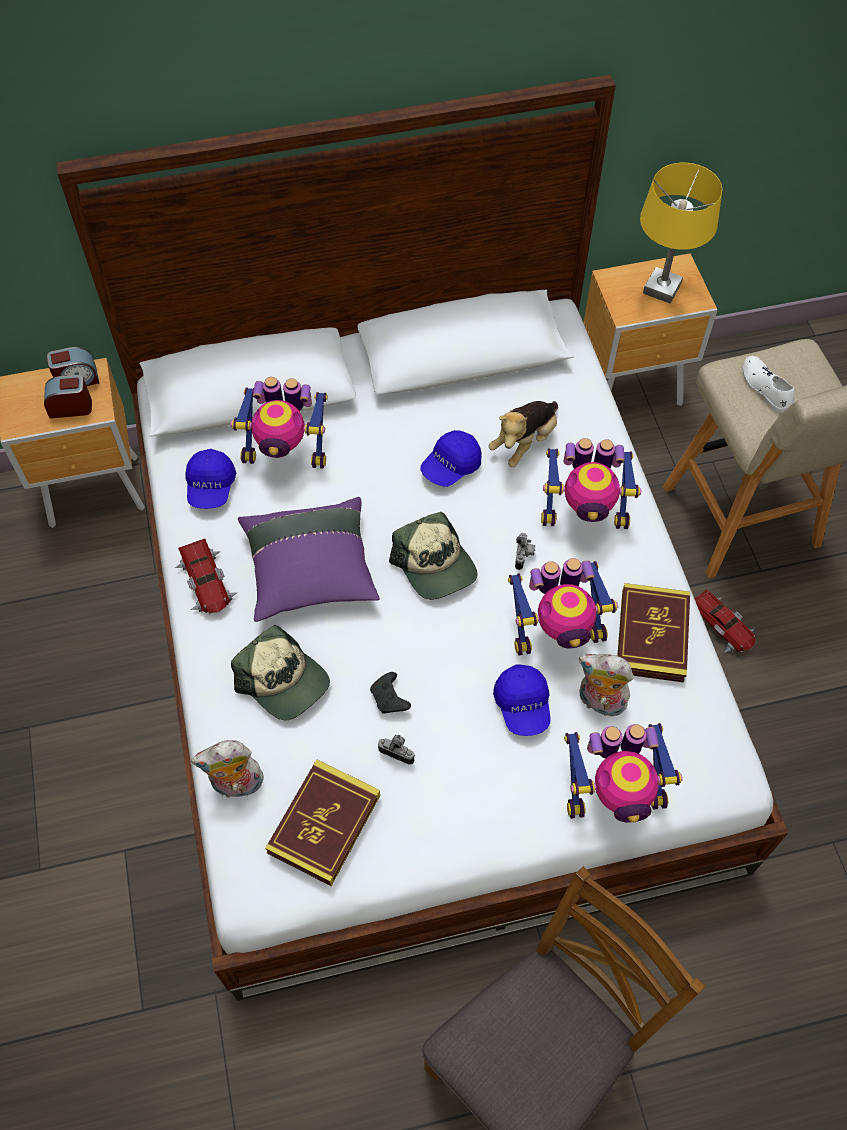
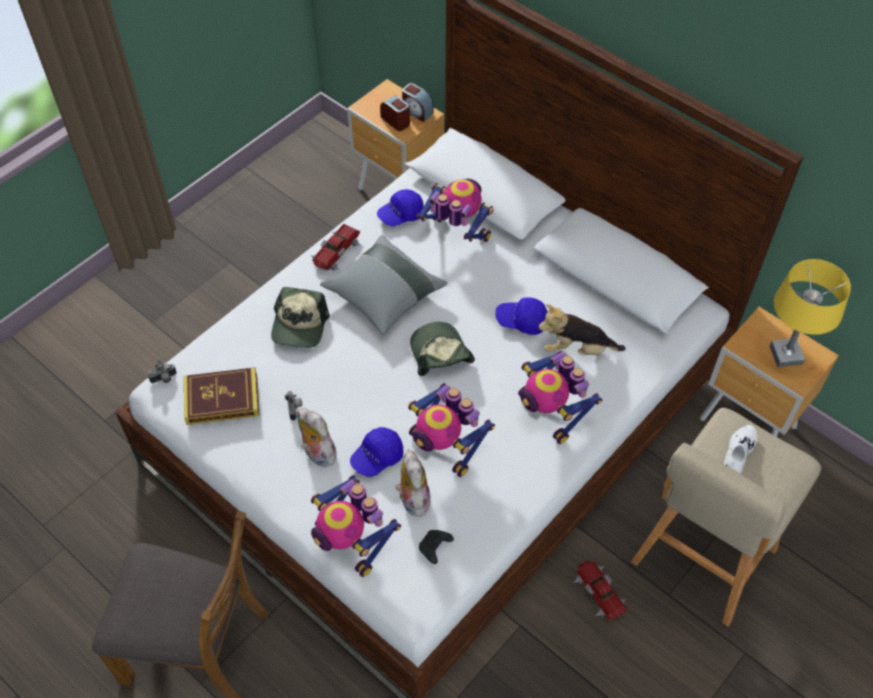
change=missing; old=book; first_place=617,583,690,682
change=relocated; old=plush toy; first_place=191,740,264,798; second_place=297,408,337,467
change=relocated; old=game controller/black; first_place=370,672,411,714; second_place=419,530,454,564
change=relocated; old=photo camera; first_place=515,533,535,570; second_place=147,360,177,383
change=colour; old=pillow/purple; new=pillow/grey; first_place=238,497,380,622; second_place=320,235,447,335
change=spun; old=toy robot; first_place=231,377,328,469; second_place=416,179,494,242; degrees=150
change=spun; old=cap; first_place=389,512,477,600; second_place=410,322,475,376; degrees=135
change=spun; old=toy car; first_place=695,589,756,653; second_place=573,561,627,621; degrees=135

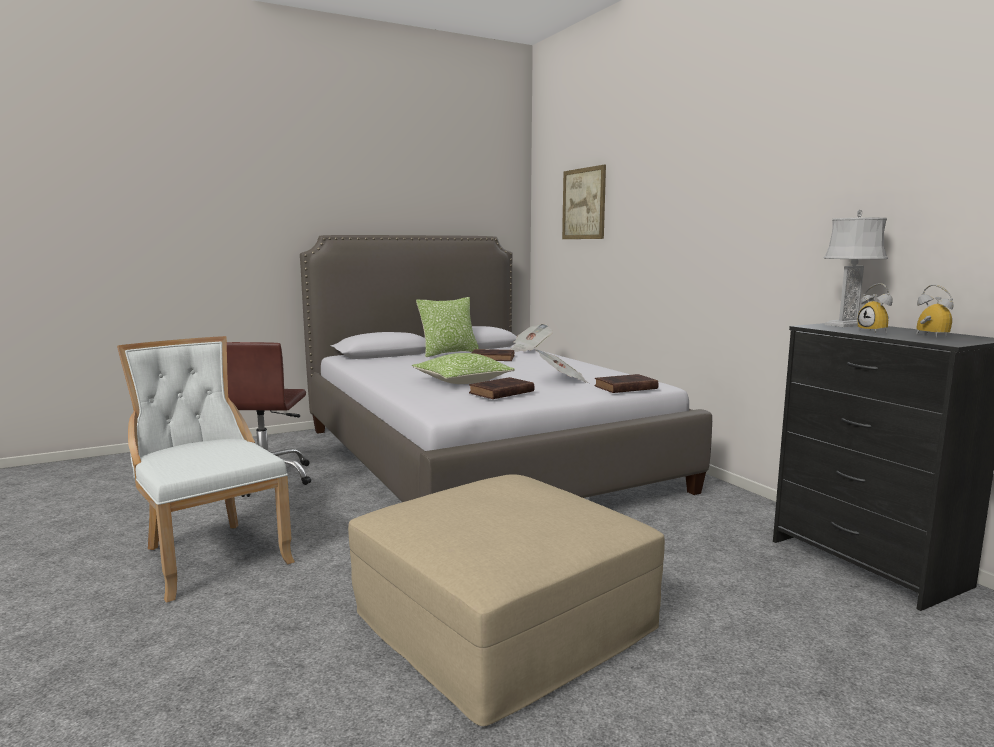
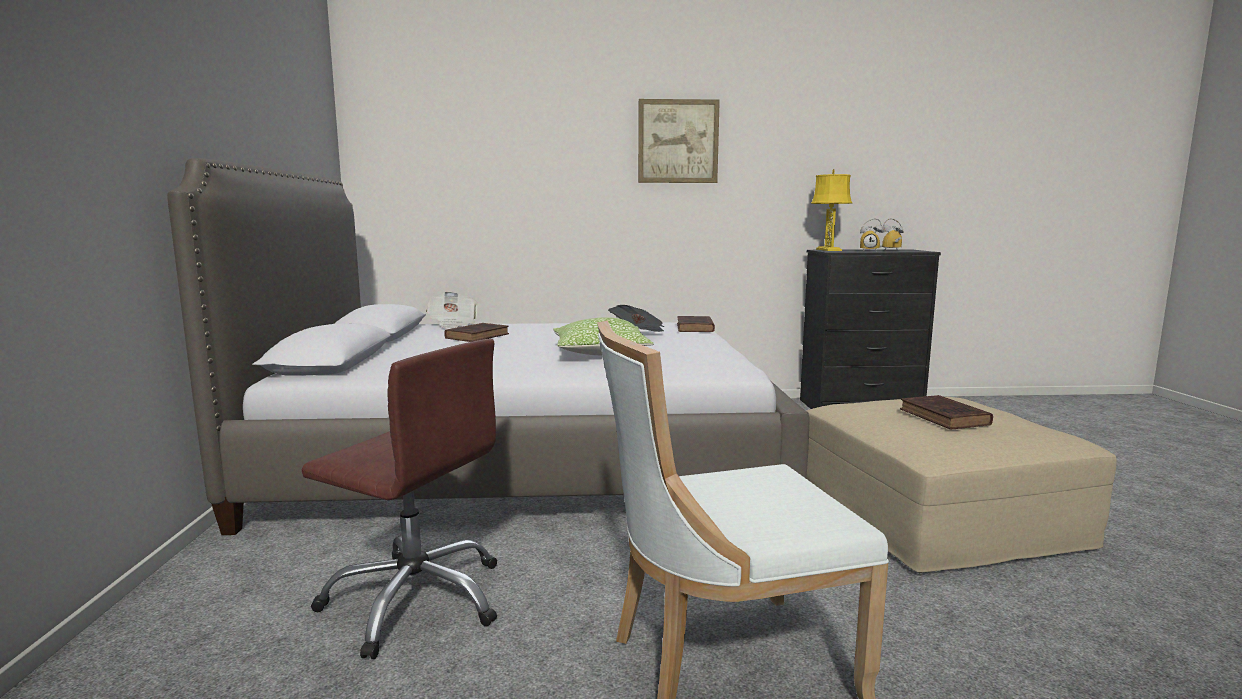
change=missing; old=pillow; first_place=416,297,479,357
change=relocated; old=book/brown; first_place=469,377,534,399; second_place=900,395,993,429
change=relocated; old=picture; first_place=562,165,606,239; second_place=638,99,720,183
change=colour; old=table lamp/grey; new=table lamp/yellow; first_place=824,210,888,327; second_place=811,169,852,251

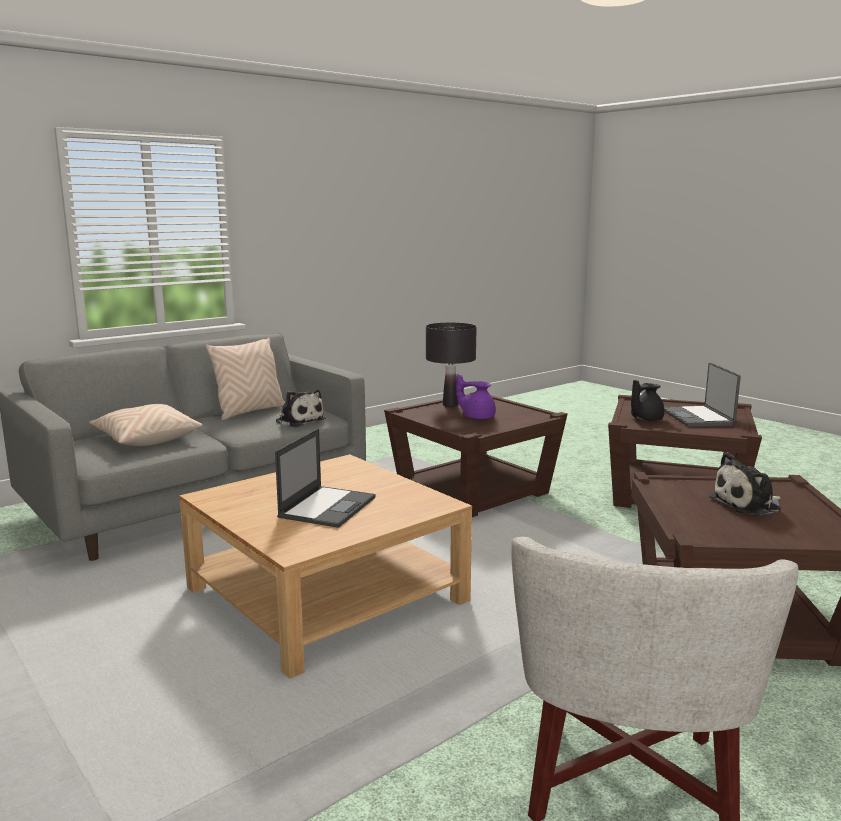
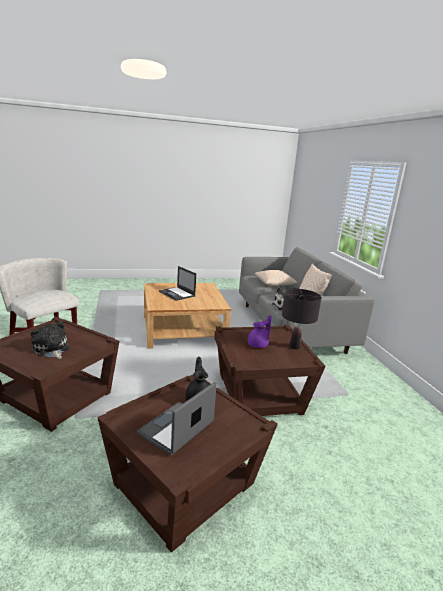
change=spun; old=laptop; first_place=664,363,741,427; second_place=137,382,217,456; degrees=-75
change=spun; old=plush toy; first_place=709,452,781,515; second_place=31,322,69,359; degrees=-45

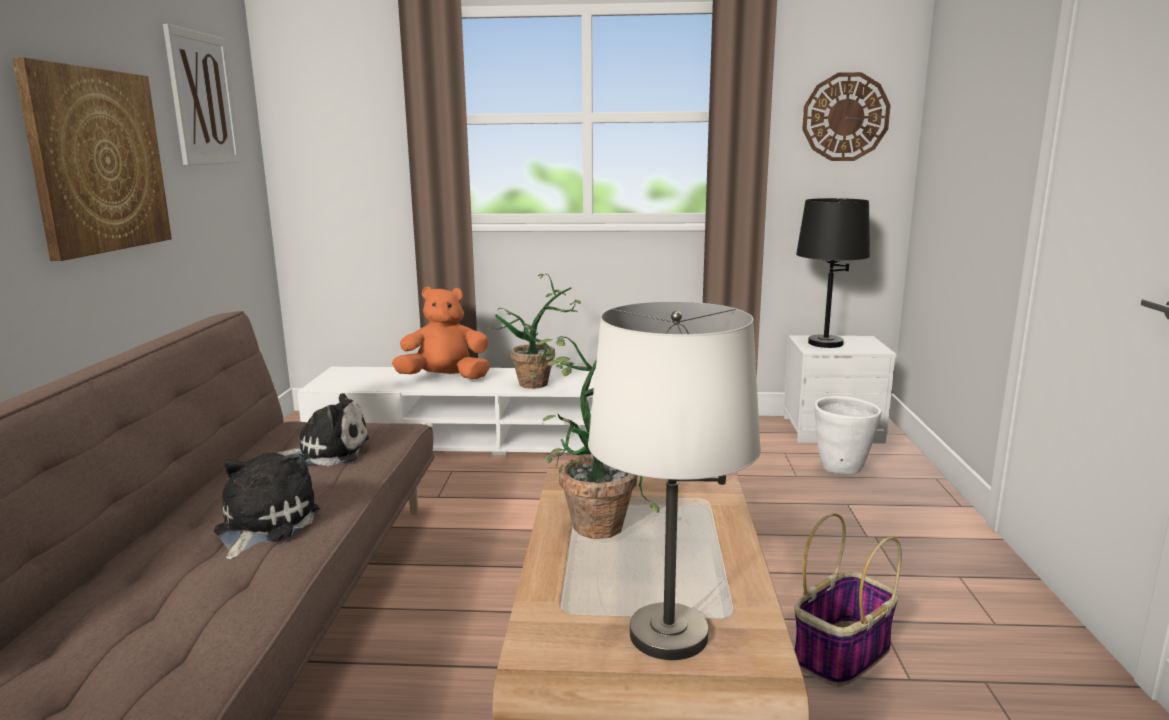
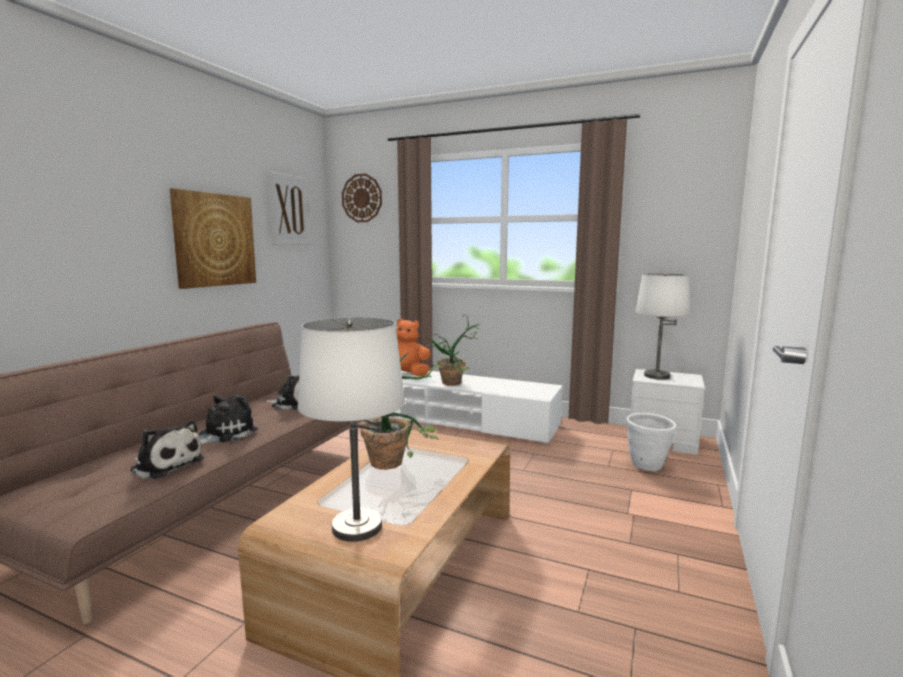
change=missing; old=basket; first_place=794,513,902,687
change=appeared; new=plush toy; second_place=130,420,204,479
change=relocated; old=wall clock; first_place=802,72,891,161; second_place=342,174,382,222
change=colour; old=table lamp/black; new=table lamp/white; first_place=796,198,870,348; second_place=635,273,690,379

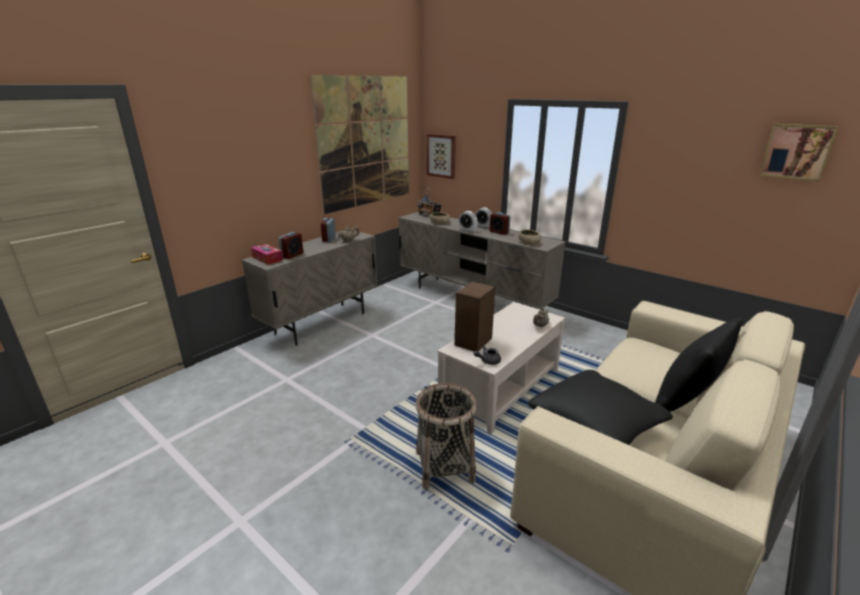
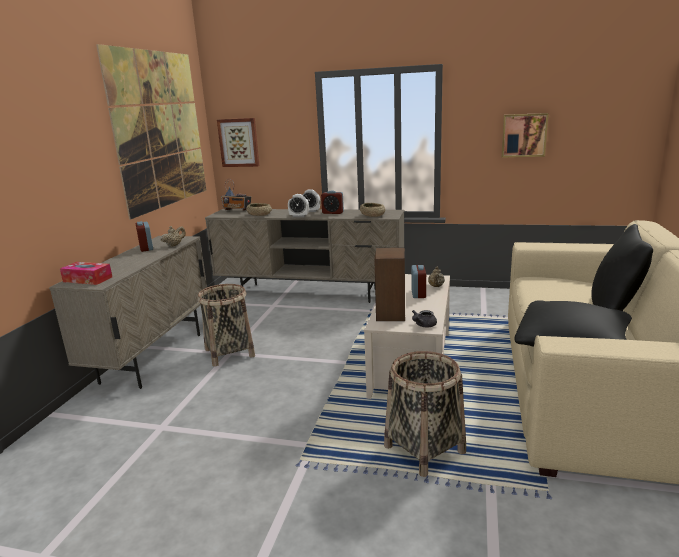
change=appeared; new=basket; second_place=197,284,255,366
change=relocated; old=alarm clock; first_place=279,232,303,259; second_place=411,265,426,298
change=relocated; old=picture; first_place=759,124,839,182; second_place=502,113,549,157

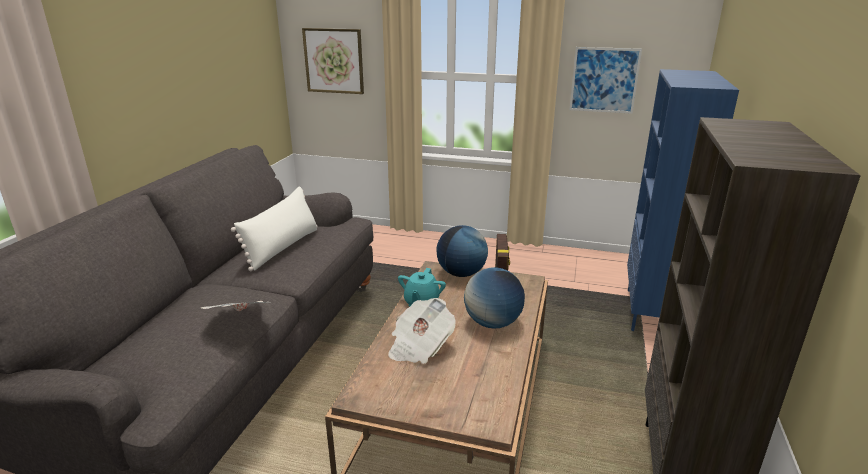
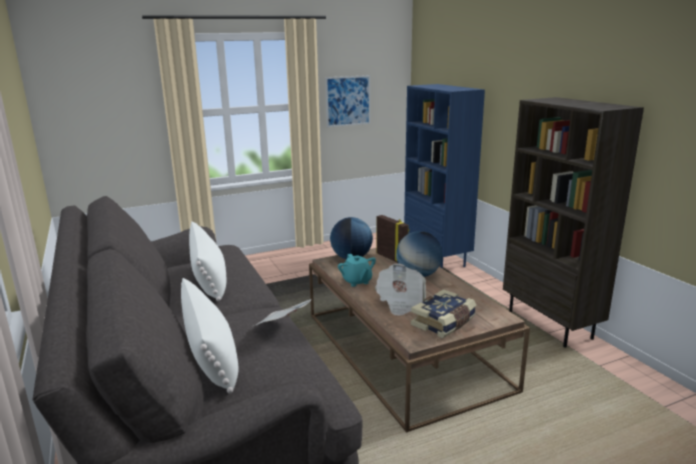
change=missing; old=picture; first_place=302,28,364,94
change=appeared; new=pillow/white; second_place=181,278,239,394
change=appeared; new=book; second_place=411,289,476,338

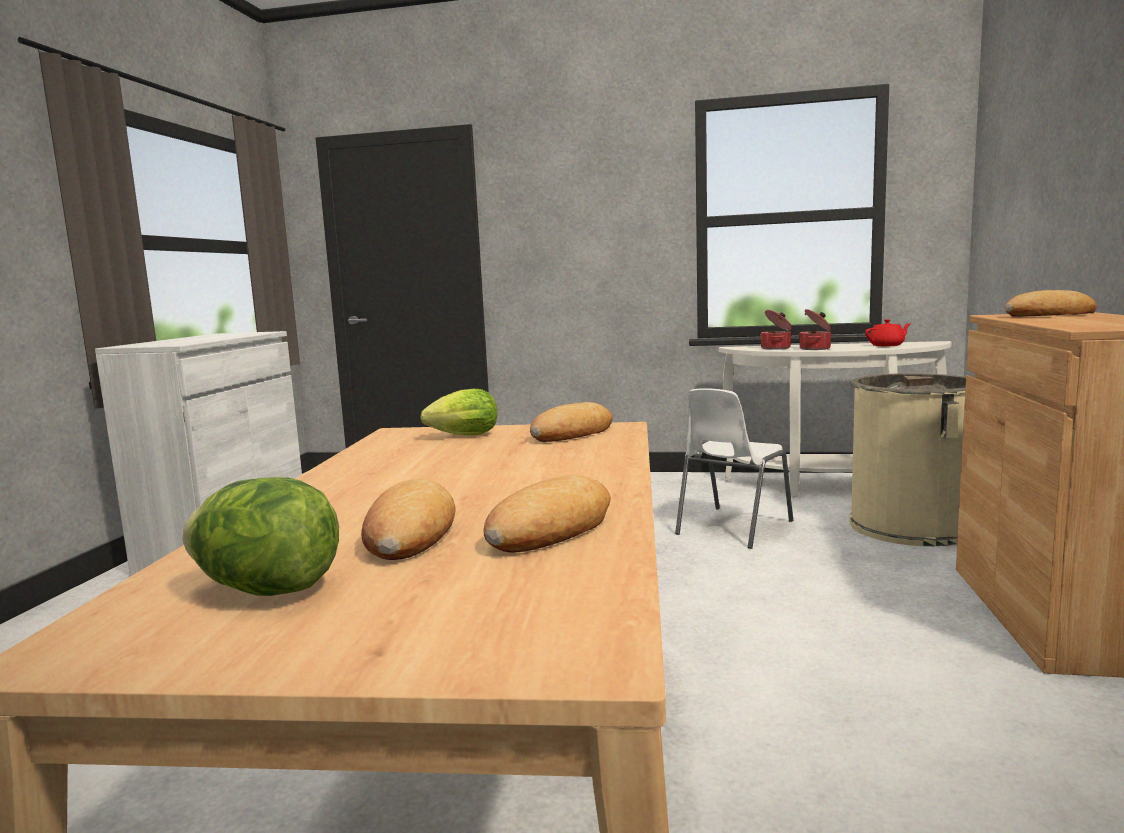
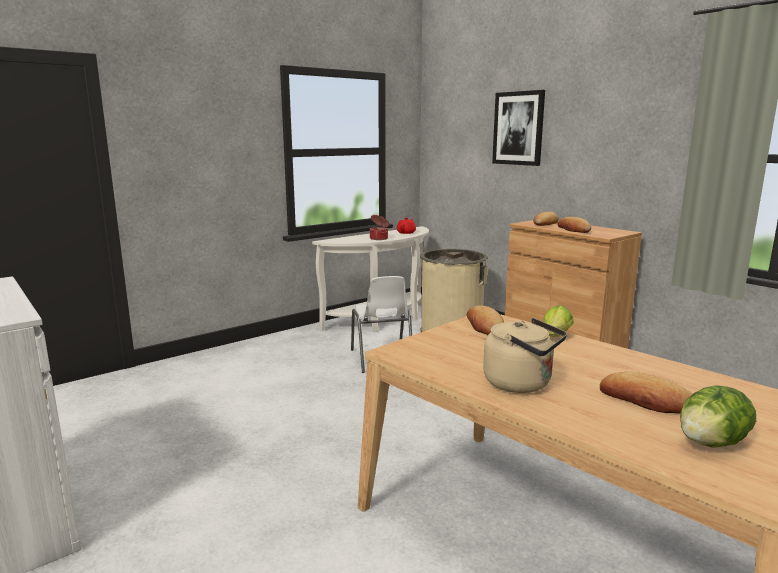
change=missing; old=cooking pot; first_place=760,310,792,350
change=appeared; new=kettle/beige; second_place=483,318,567,393
change=appeared; new=picture; second_place=492,90,545,166
change=relocated; old=lettuce; first_place=420,389,497,435; second_place=543,305,574,337
change=relocated; old=bread; first_place=484,475,611,553; second_place=558,217,591,233

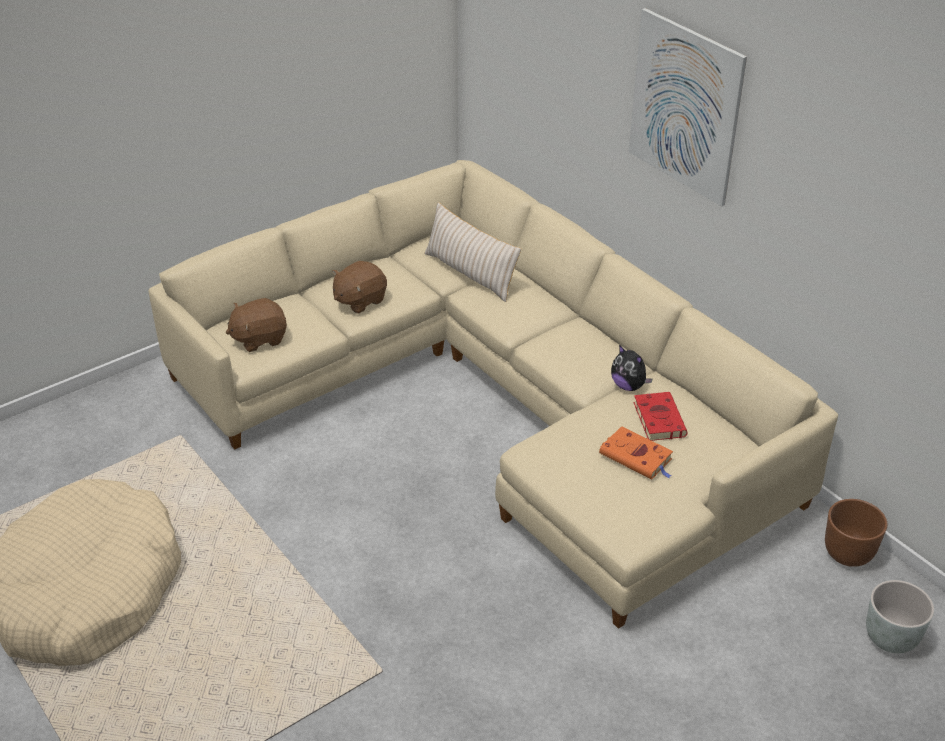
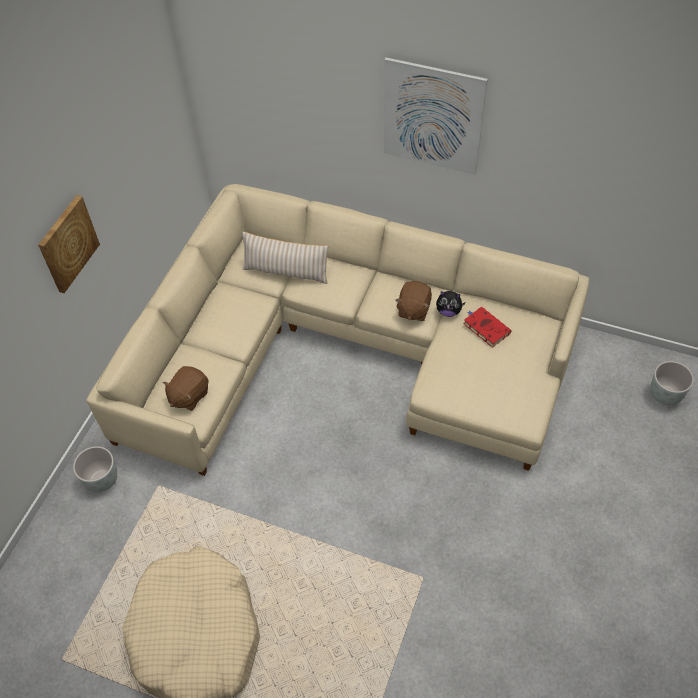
change=missing; old=book/orange; first_place=599,426,673,479
change=missing; old=planter/brown; first_place=825,499,887,567
change=appeared; new=picture; second_place=38,195,100,293
change=appeared; new=planter/grey; second_place=73,446,117,492
change=relocated; old=plush toy/brown; first_place=332,261,387,314; second_place=395,281,432,321

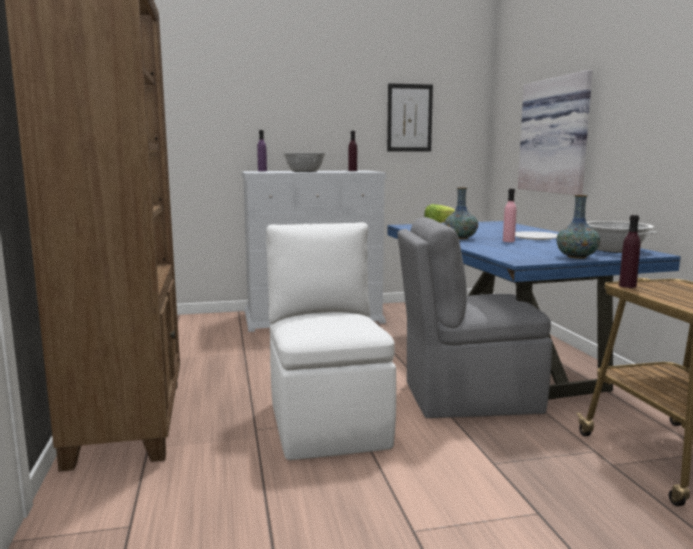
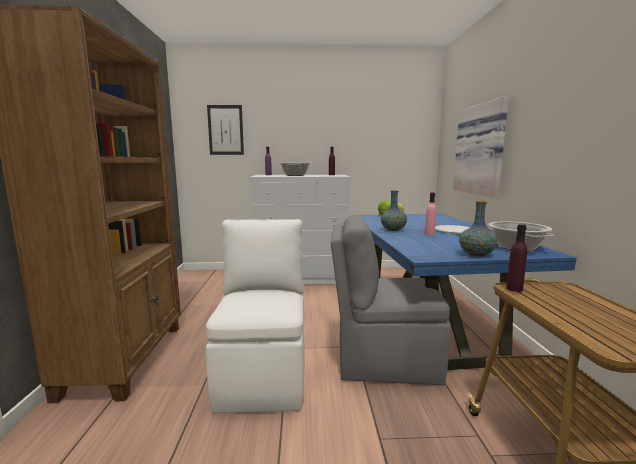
change=relocated; old=picture; first_place=387,83,433,152; second_place=207,105,244,155

